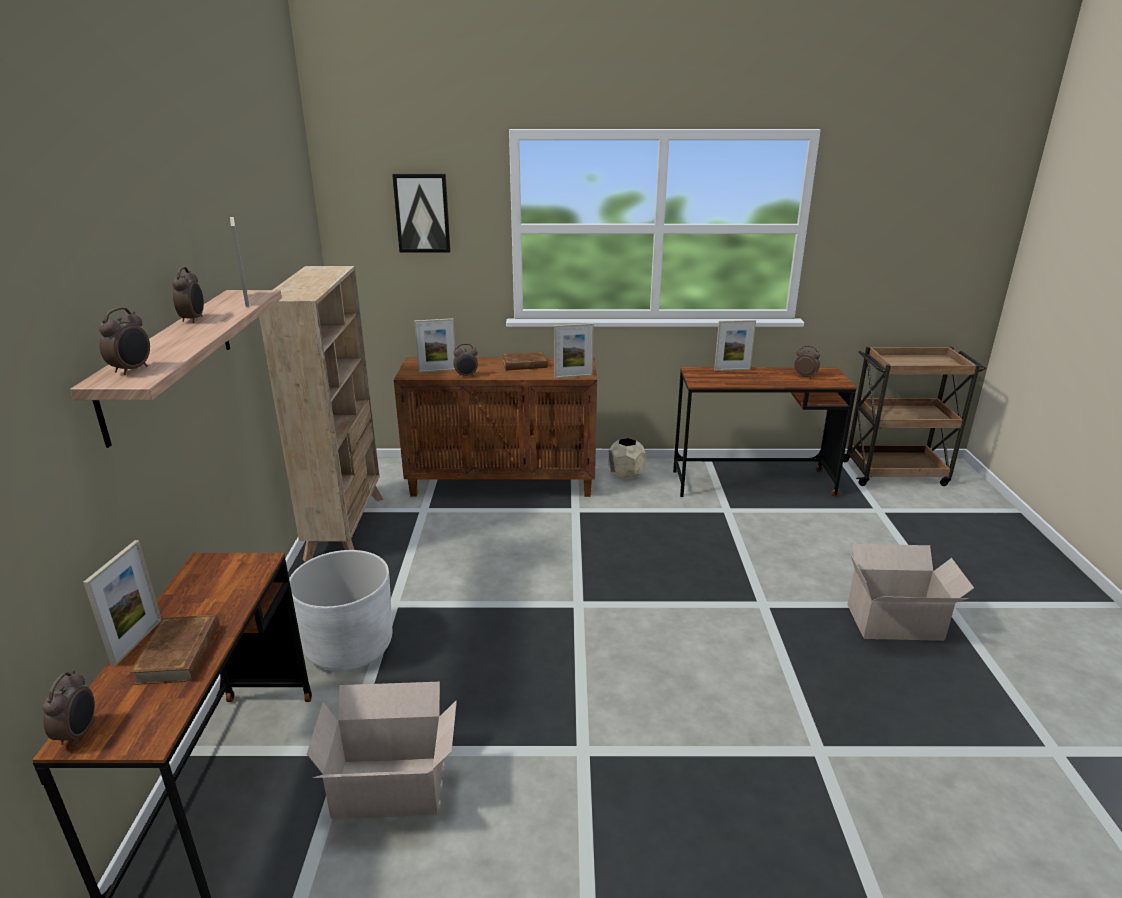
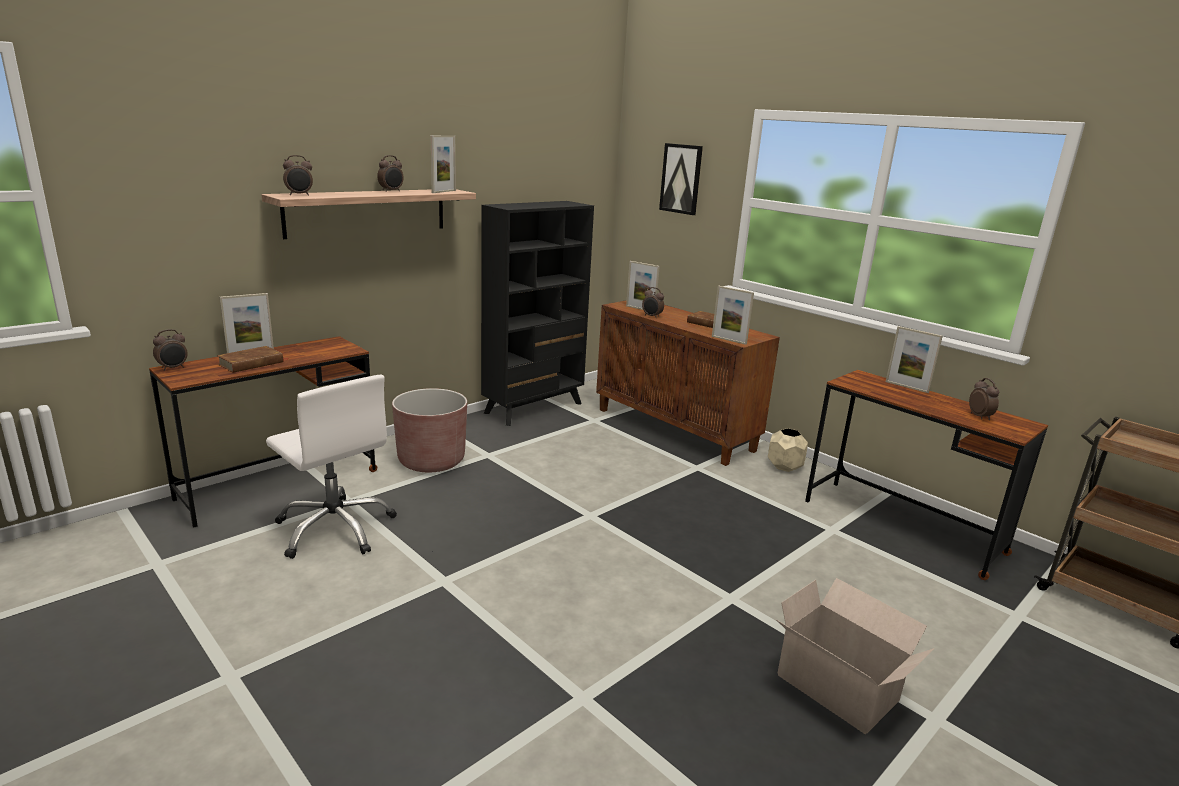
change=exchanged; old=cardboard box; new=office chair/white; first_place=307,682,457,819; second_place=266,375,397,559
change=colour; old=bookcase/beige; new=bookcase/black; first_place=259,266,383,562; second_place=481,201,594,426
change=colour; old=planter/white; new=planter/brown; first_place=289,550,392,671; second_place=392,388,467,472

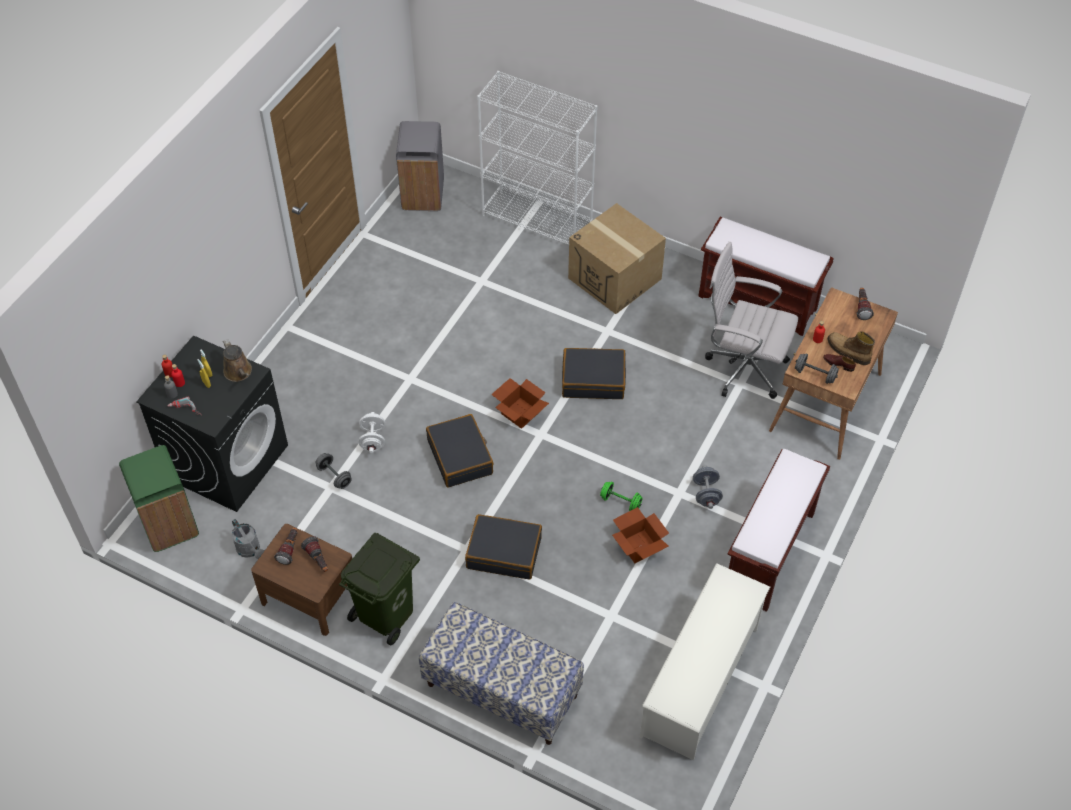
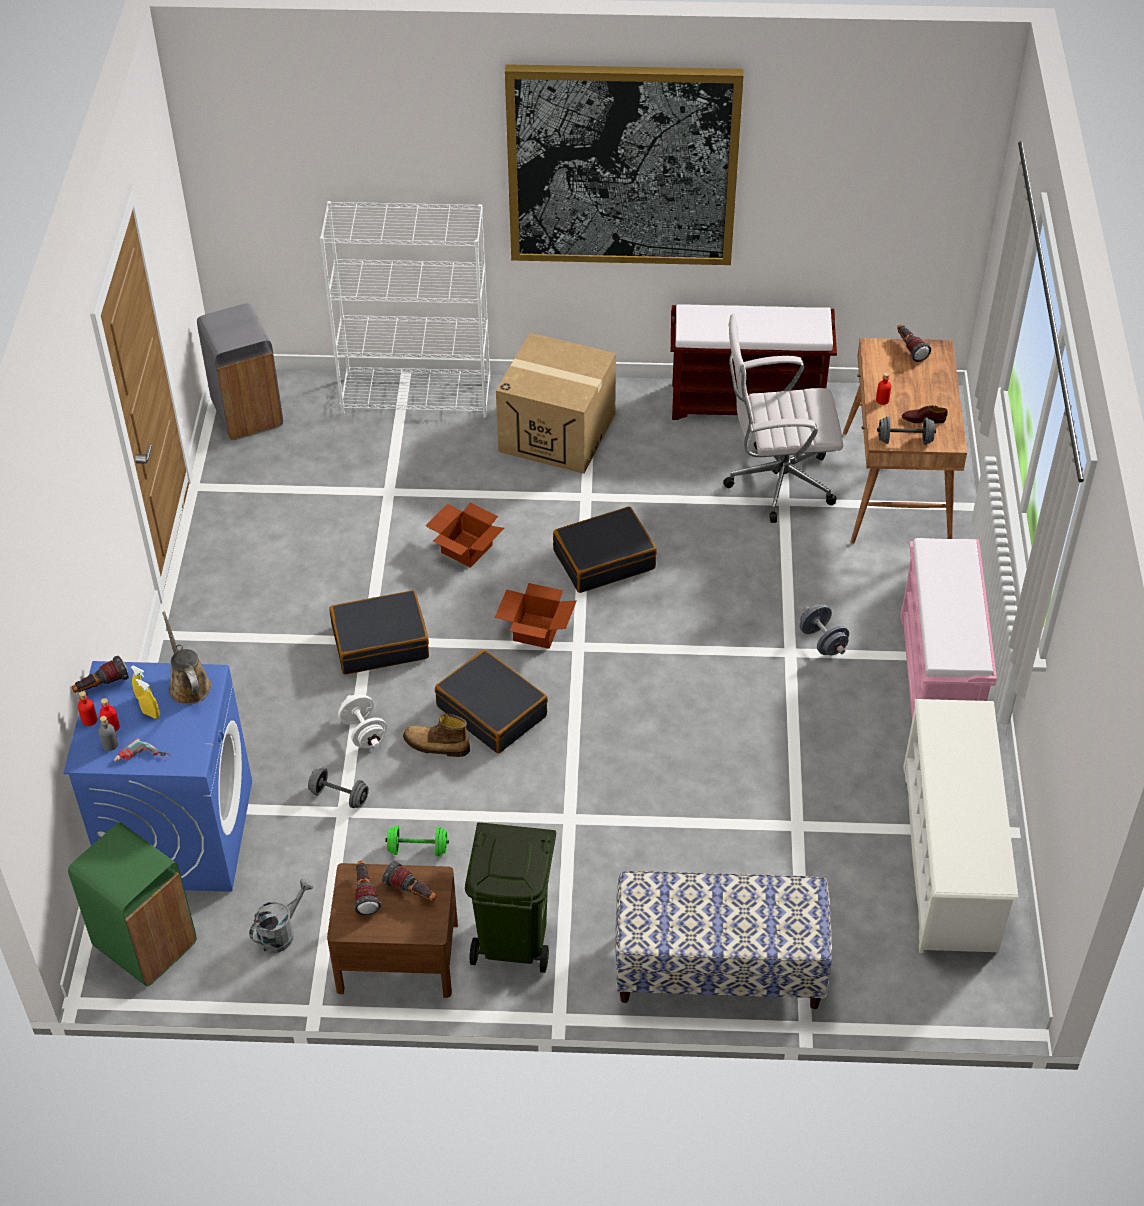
change=appeared; new=flashlight; second_place=72,656,129,693
change=appeared; new=picture; second_place=505,64,744,265
change=relocated; old=suitcase/black; first_place=465,514,542,579; second_place=329,590,429,674
change=relocated; old=dumbbell/green; first_place=600,482,643,511; second_place=385,825,449,856
change=relocated; old=cardboard box; first_place=612,507,669,563; second_place=426,503,505,568
change=relocated; old=boot; first_place=827,331,875,365; second_place=403,714,470,757
change=colour; old=washing machine/black; new=washing machine/blue; first_place=136,335,288,512; second_place=63,661,252,892
change=colour; old=bench/brown; new=bench/pink; first_place=727,449,830,612; second_place=900,538,997,719
change=spun; old=watering can/brown; first_place=223,339,252,382; second_place=162,611,211,704; degrees=-150
change=spun; old=watering can/grey; first_place=232,519,264,559; second_place=249,878,314,953; degrees=-75

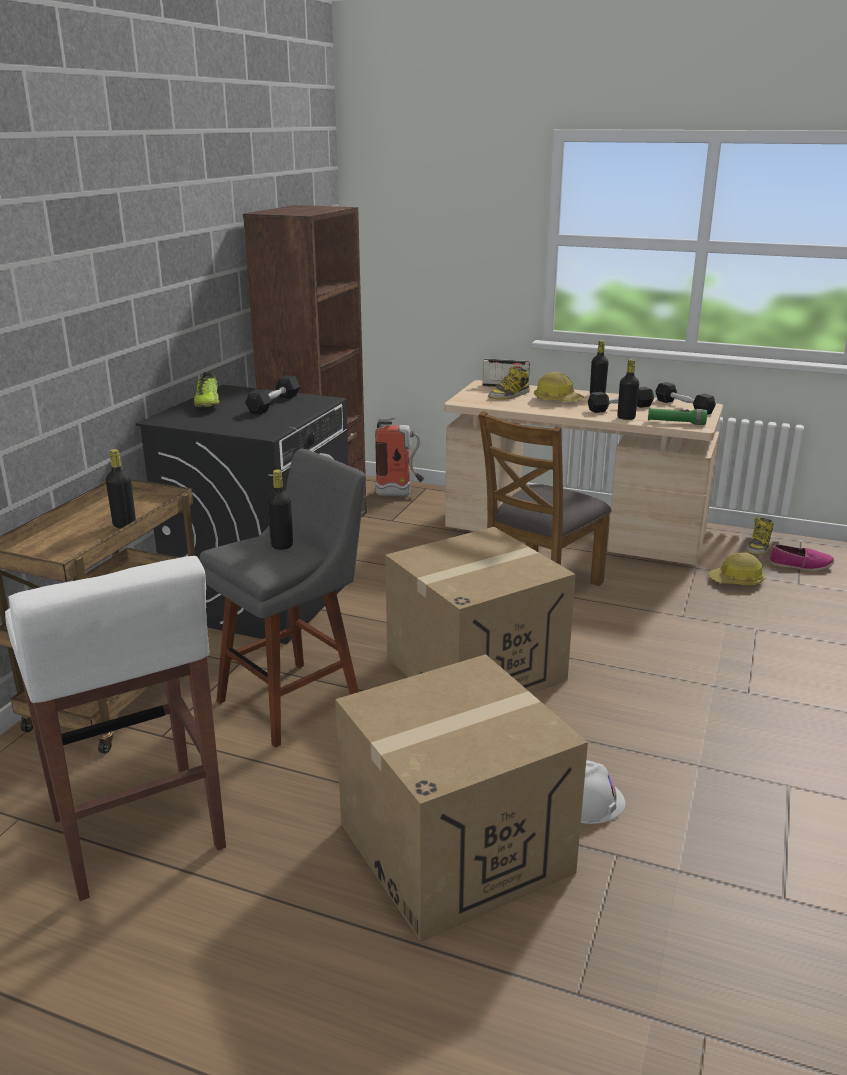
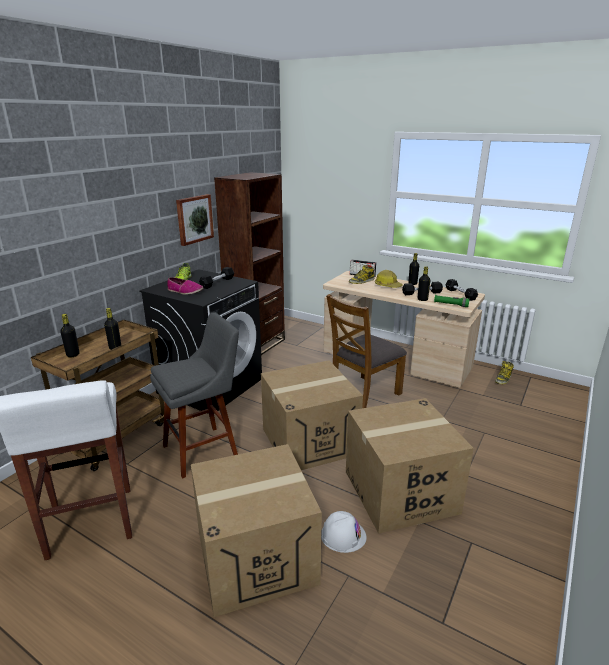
change=missing; old=fire extinguisher; first_place=375,417,425,496
change=missing; old=hard hat; first_place=708,553,765,585
change=appeared; new=picture; second_place=176,194,214,246
change=appeared; new=cardboard box; second_place=346,398,474,534
change=relocated; old=bottle/black; first_place=267,469,293,550; second_place=60,314,79,357
change=relocated; old=shoe; first_place=770,545,834,571; second_place=167,277,204,295

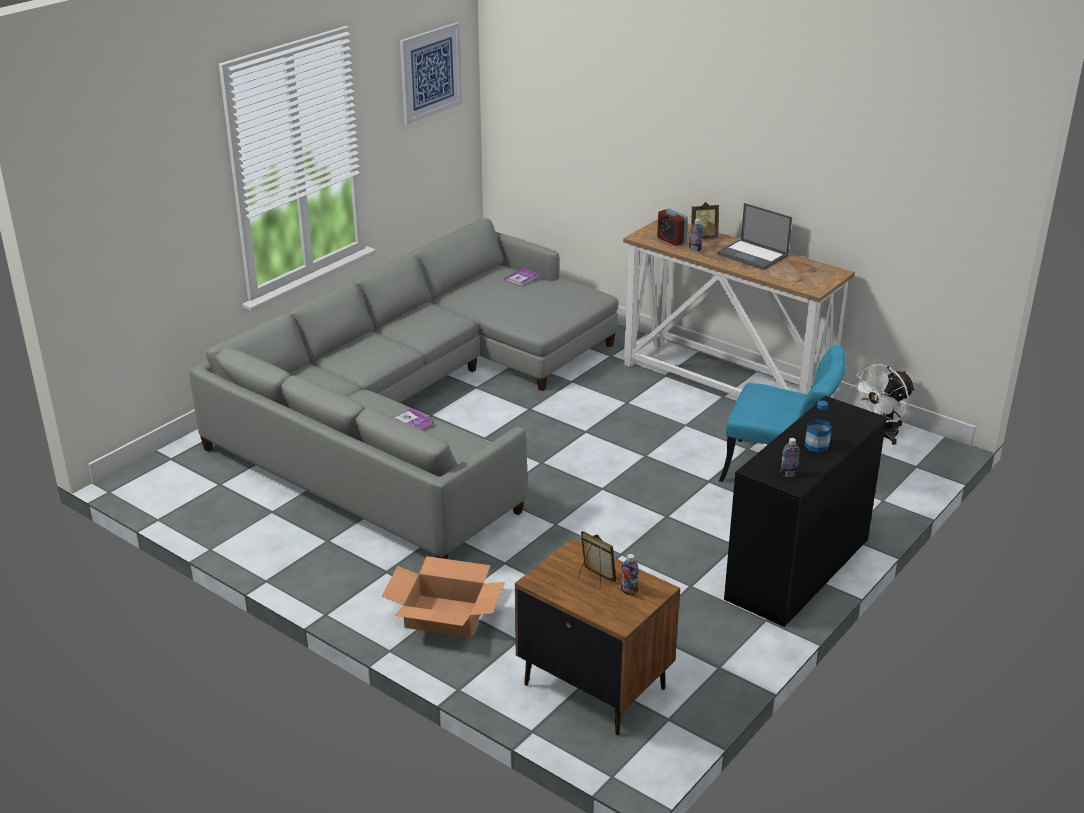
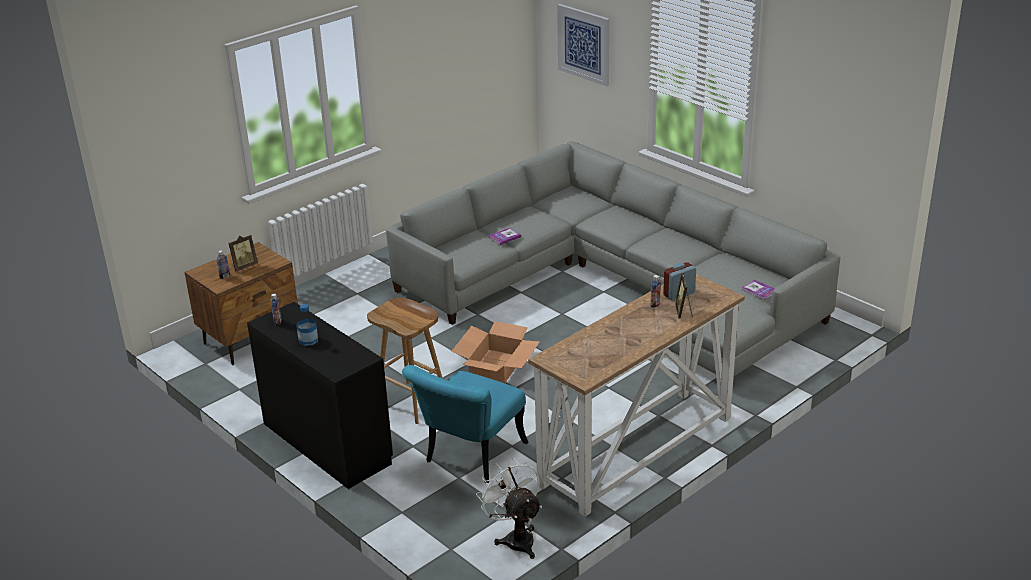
change=missing; old=laptop; first_place=717,203,792,270
change=appeared; new=stool/brown; second_place=367,298,443,424
change=relocated; old=cardboard box; first_place=382,556,505,638; second_place=452,321,539,383
change=relocated; old=picture; first_place=400,22,462,125; second_place=557,4,610,86

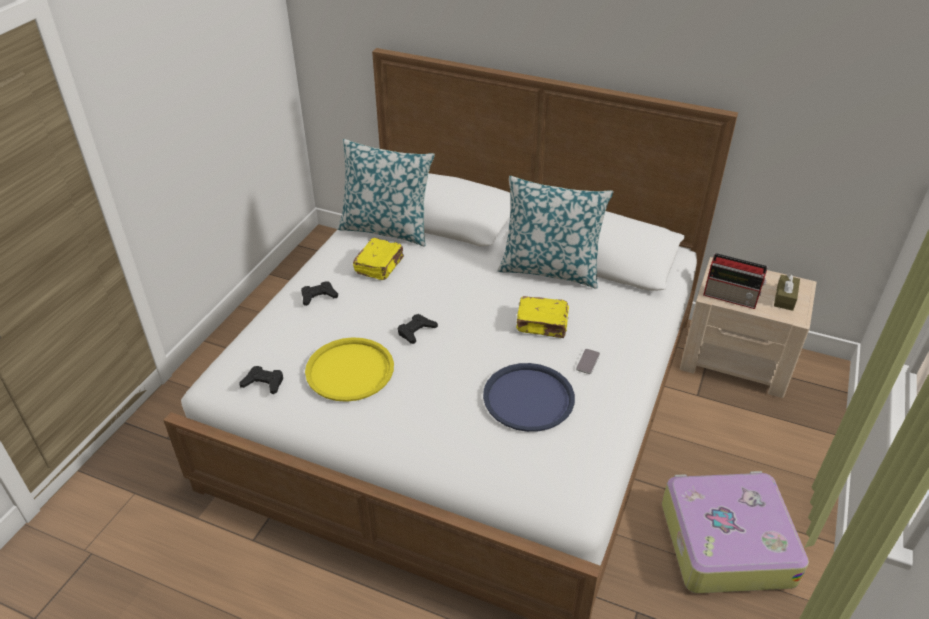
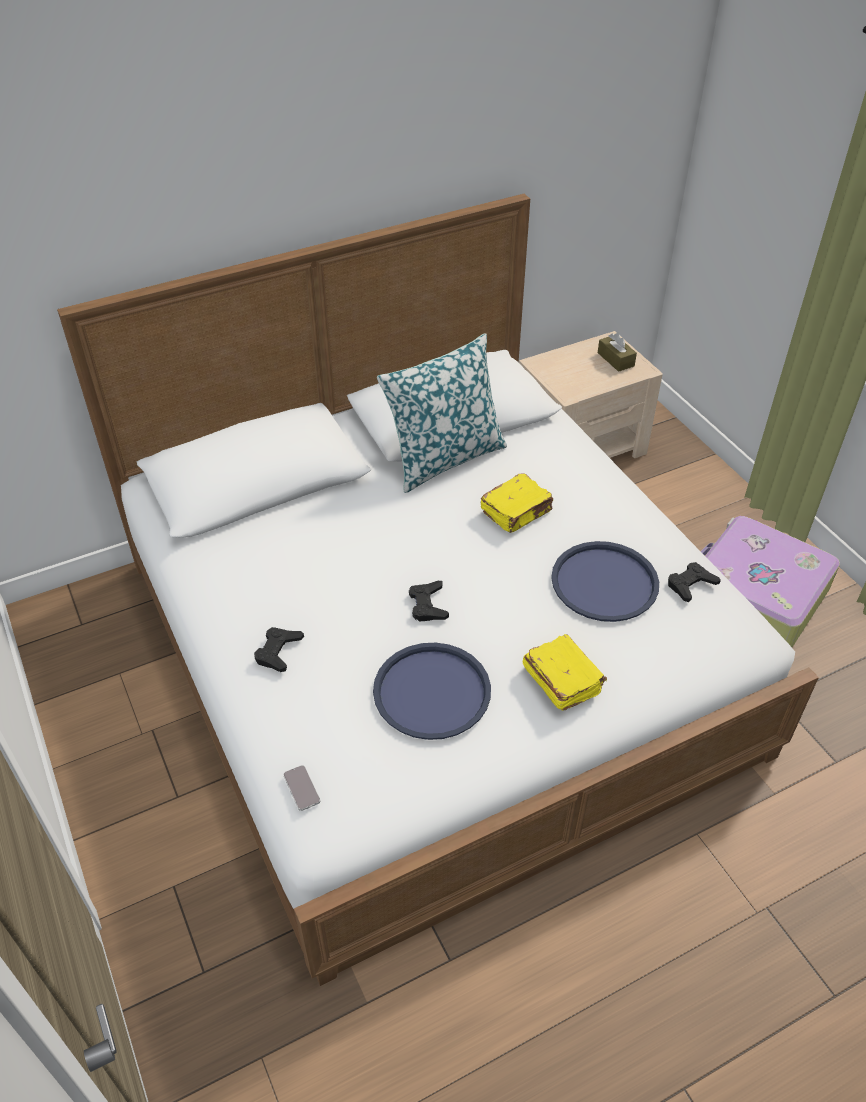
change=missing; old=pillow; first_place=337,139,435,247
change=missing; old=radio; first_place=703,253,768,309
change=relocated; old=game controller/black; first_place=239,366,283,394; second_place=668,562,721,602
change=relocated; old=book/yellow; first_place=353,238,404,280; second_place=523,634,607,710
change=relocated; old=phone; first_place=576,349,600,374; second_place=283,765,320,811
change=colour; old=tray/yellow; new=tray/blue; first_place=305,337,394,402; second_place=373,643,491,740

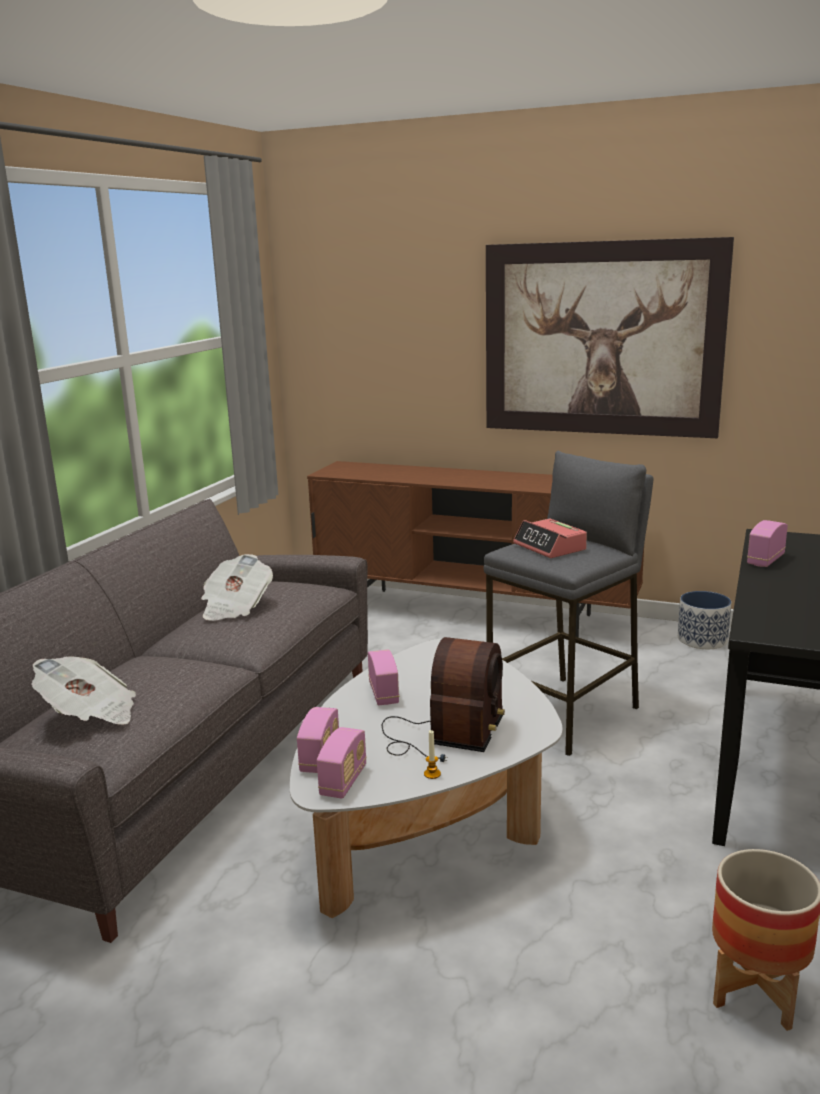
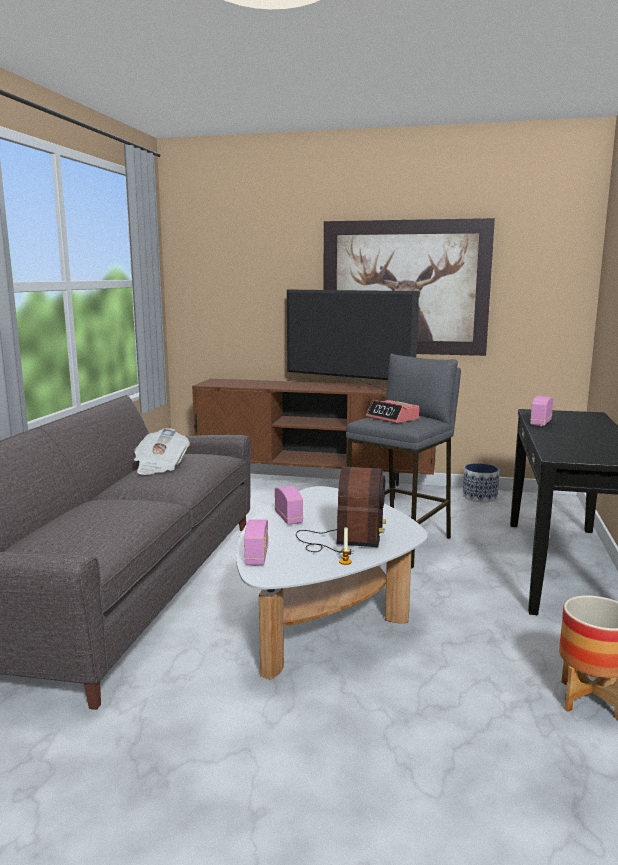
change=missing; old=newspaper; first_place=31,657,136,725
change=missing; old=radio; first_place=317,727,367,798
change=appeared; new=television; second_place=287,289,419,391

